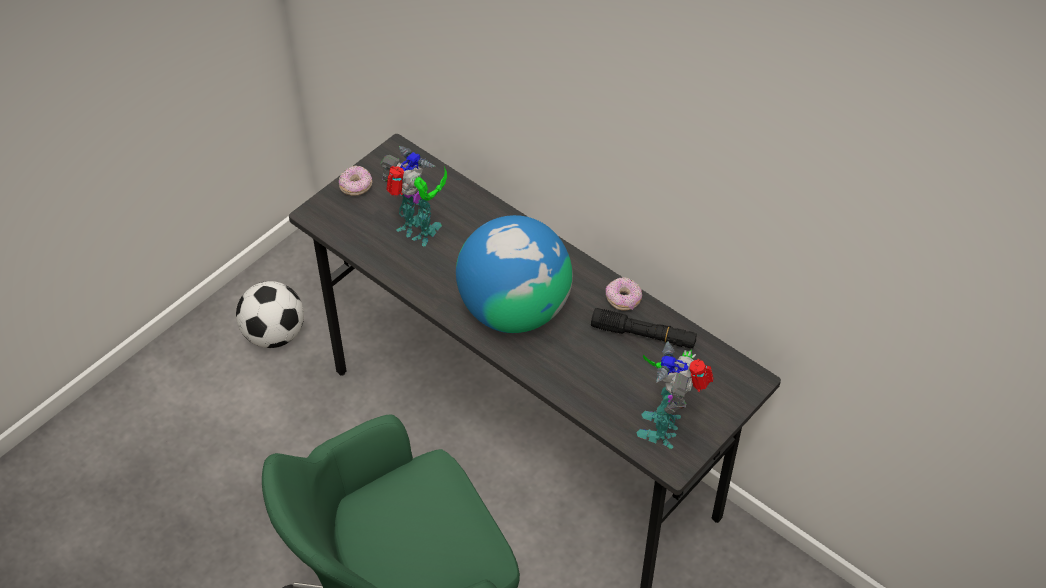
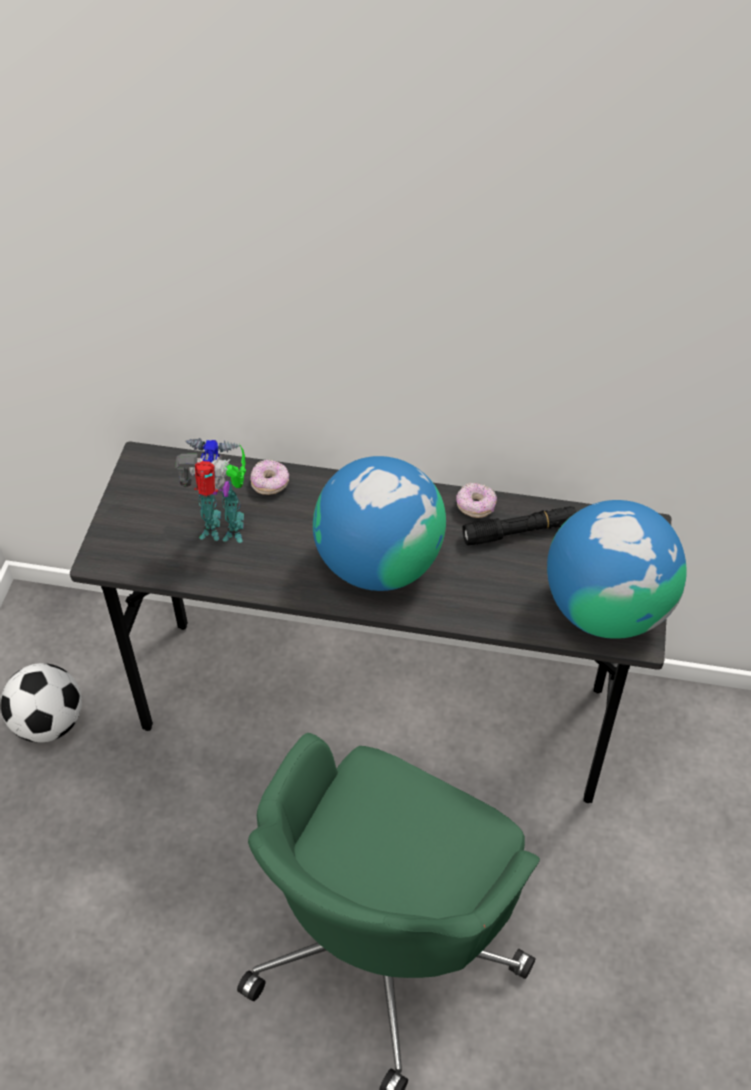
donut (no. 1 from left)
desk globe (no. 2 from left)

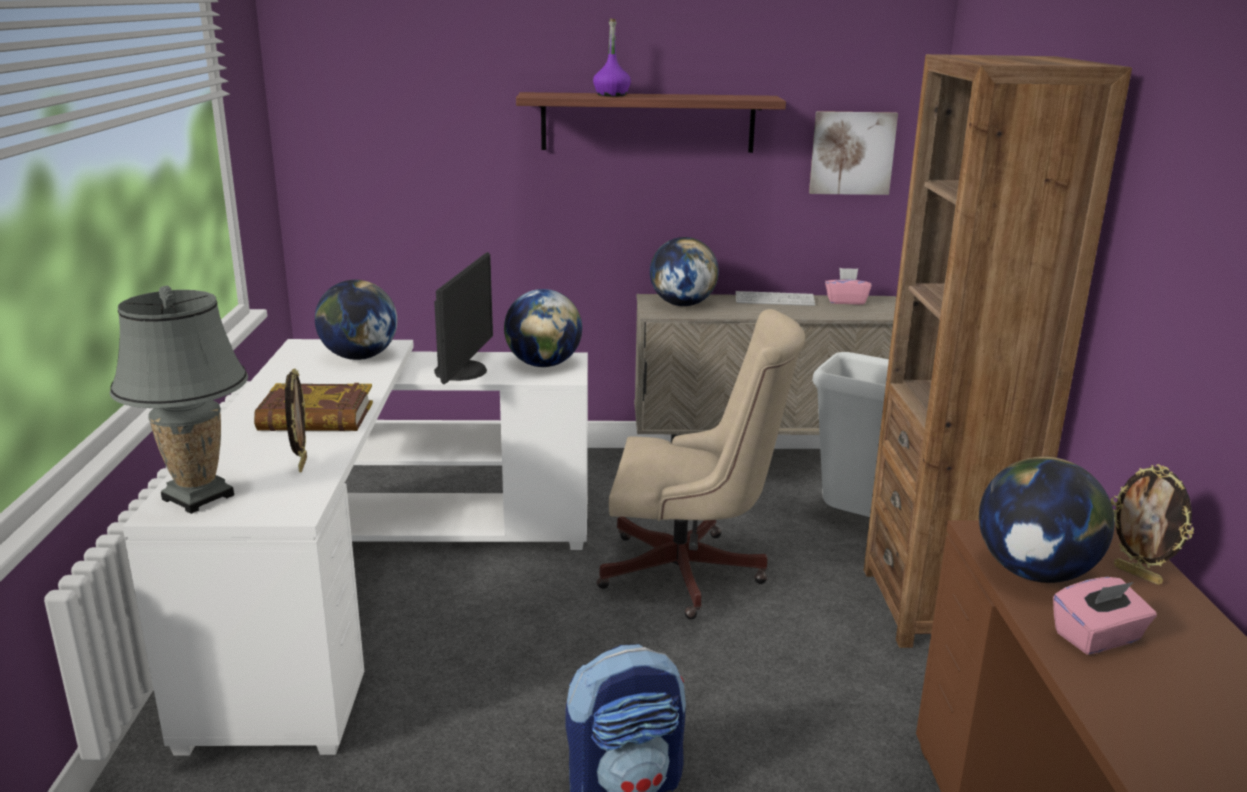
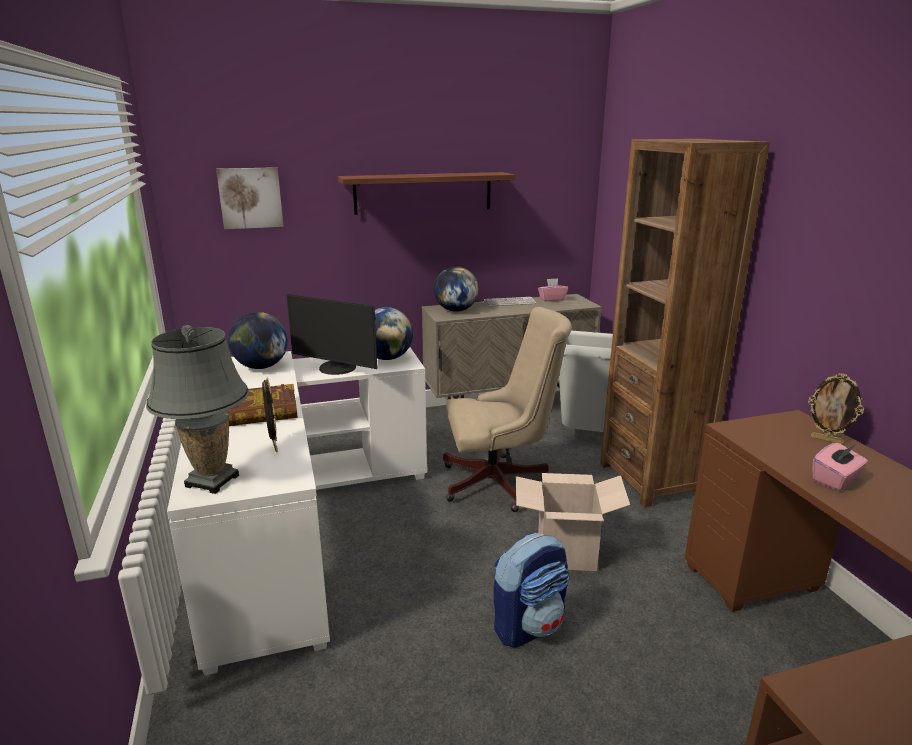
wall art
computer screen
carton
purplish bottle
desk globe (no. 4 from left in the first image)

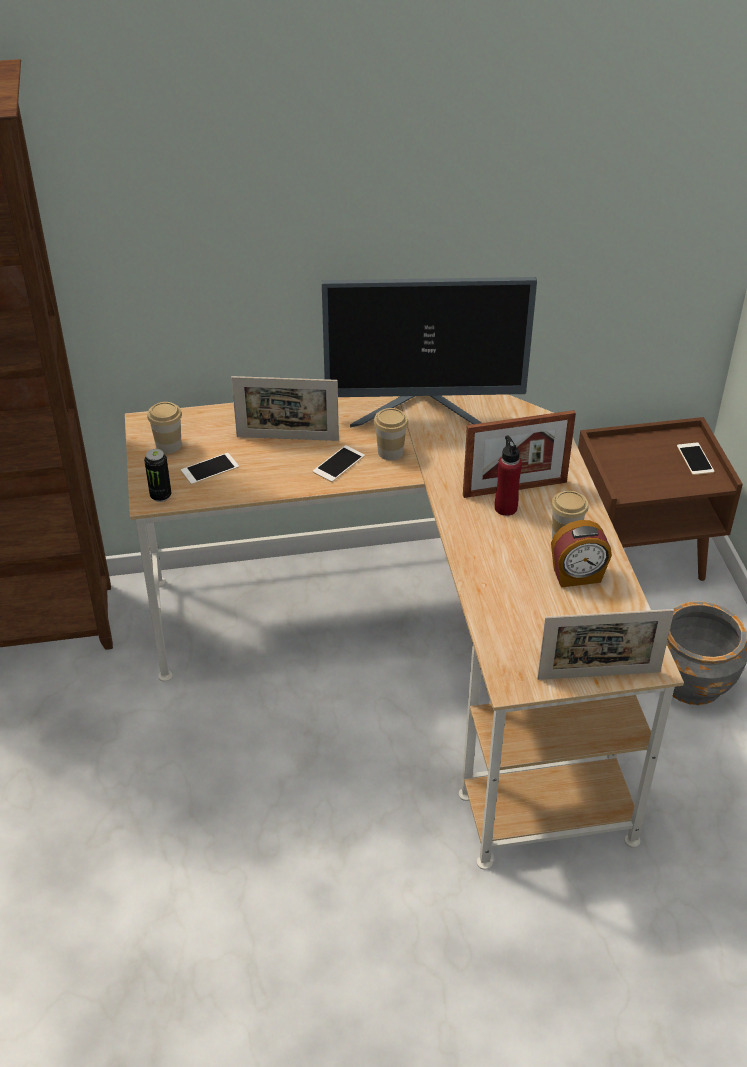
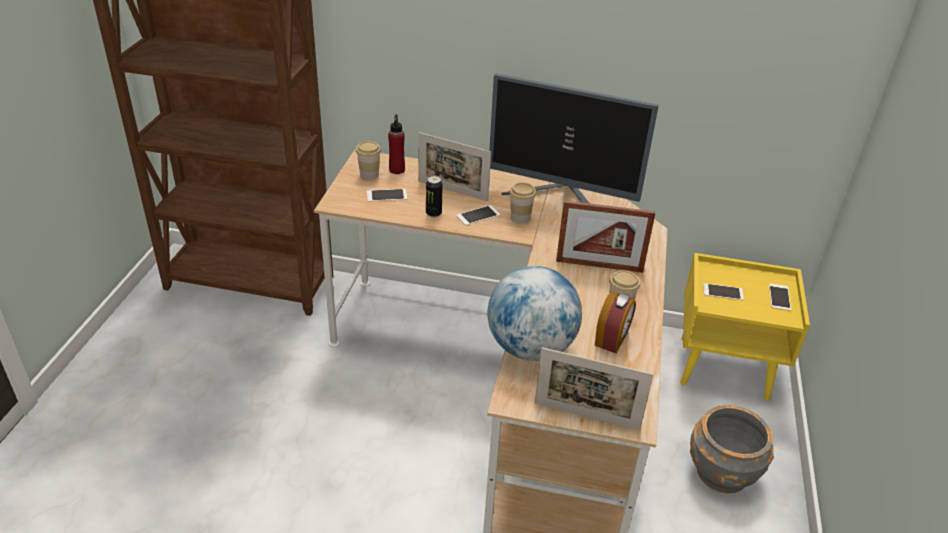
red-coloured bottle
metal can
desk globe
alarm clock
yellow night table
telephone (no. 3 from left)

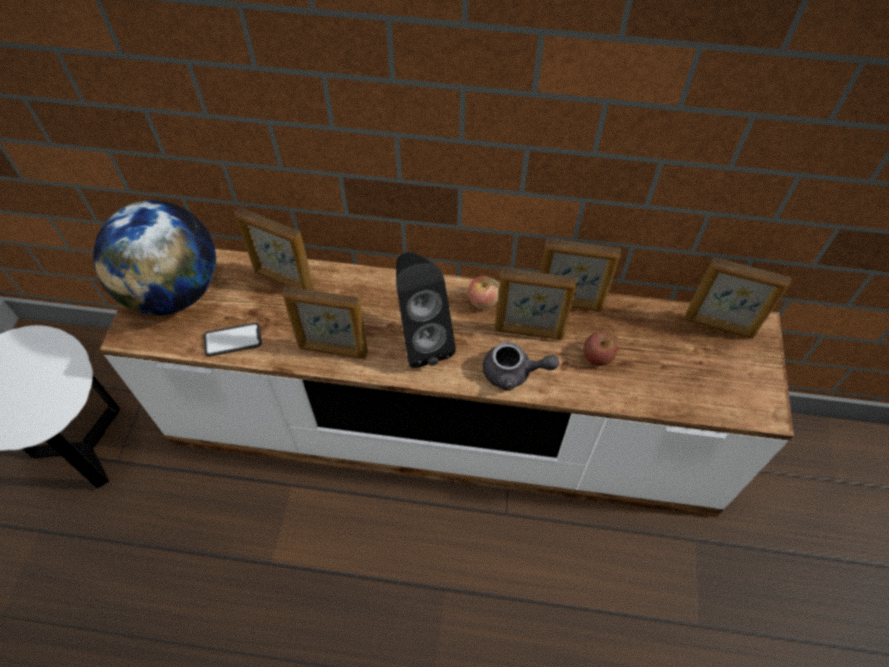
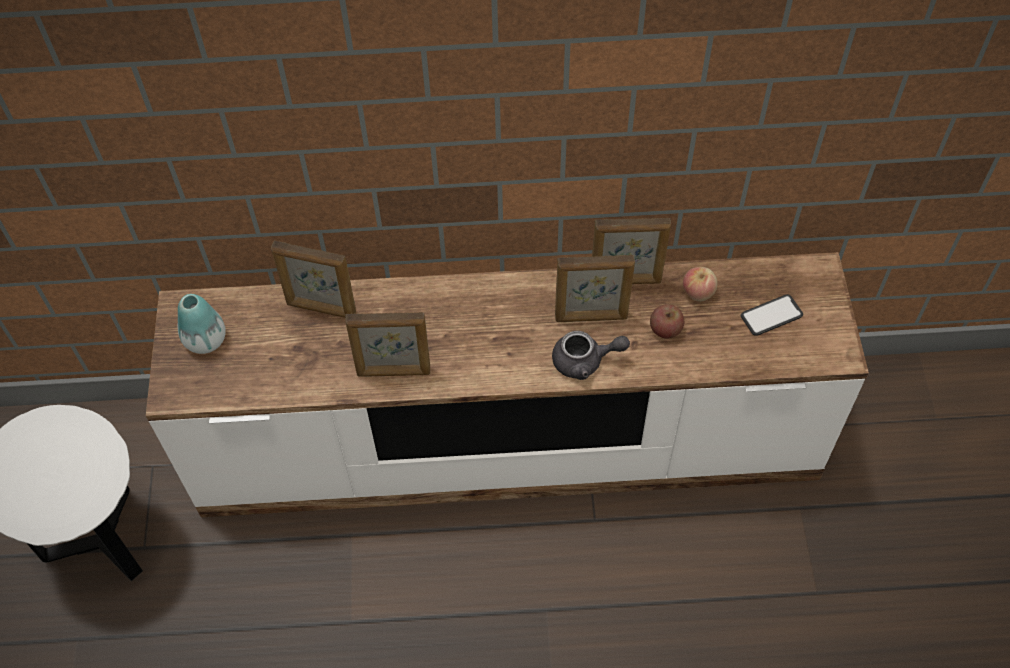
vase
apple (no. 2 from left)
telephone
black-coloured speaker
standing frame (no. 5 from left in the first image)

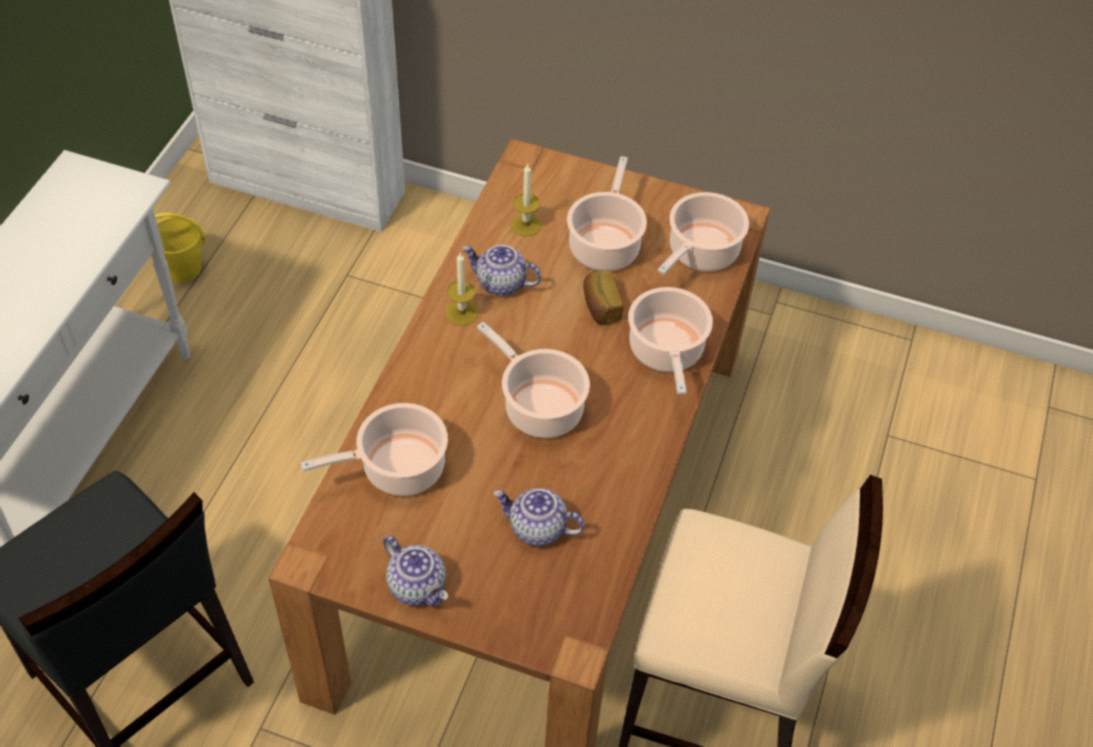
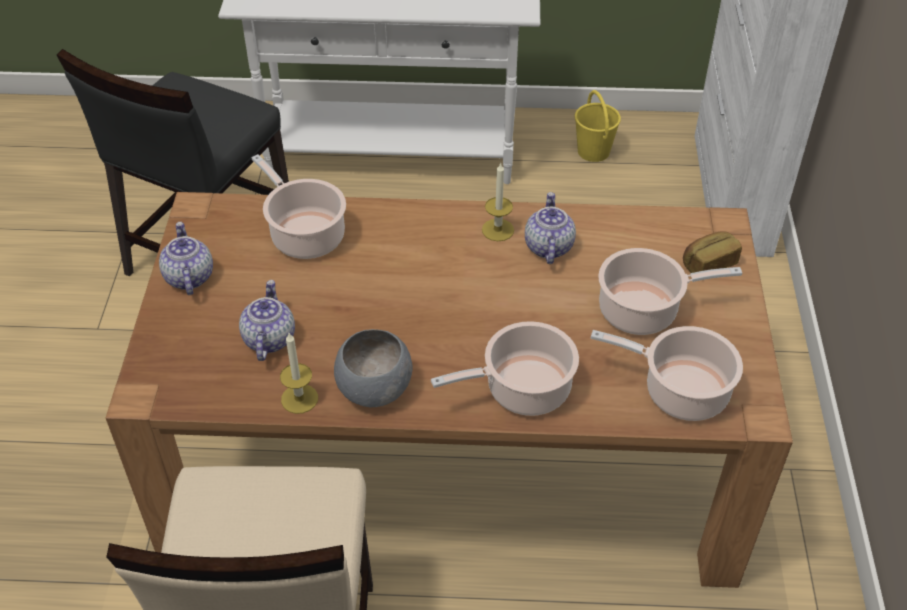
tea pot (no. 1 from left)
wax light (no. 1 from left)
gray bowl
bread
cooking pot (no. 2 from left in the first image)

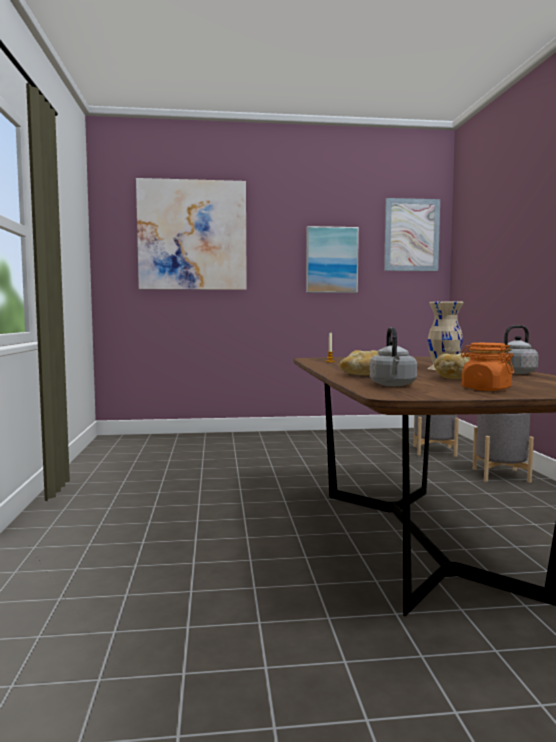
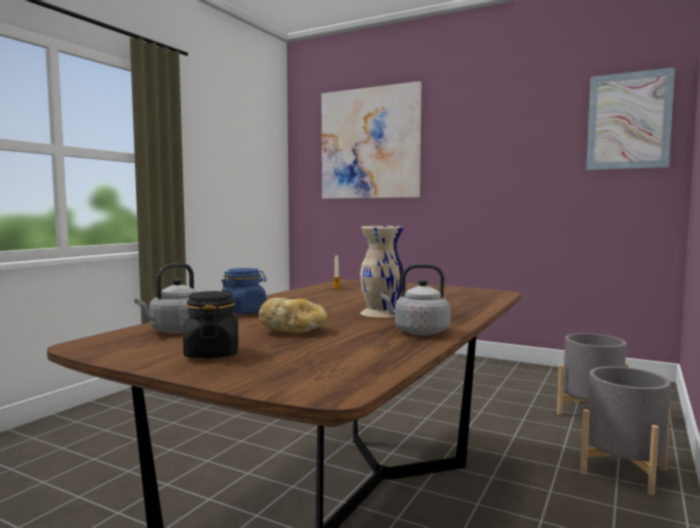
black-coloured preserve jar
blue preserve jar
wall art (no. 2 from left in the first image)

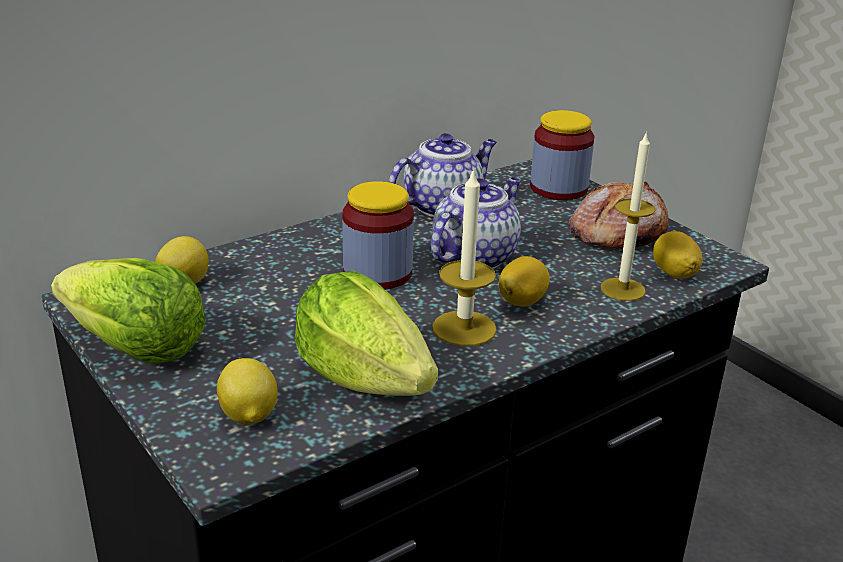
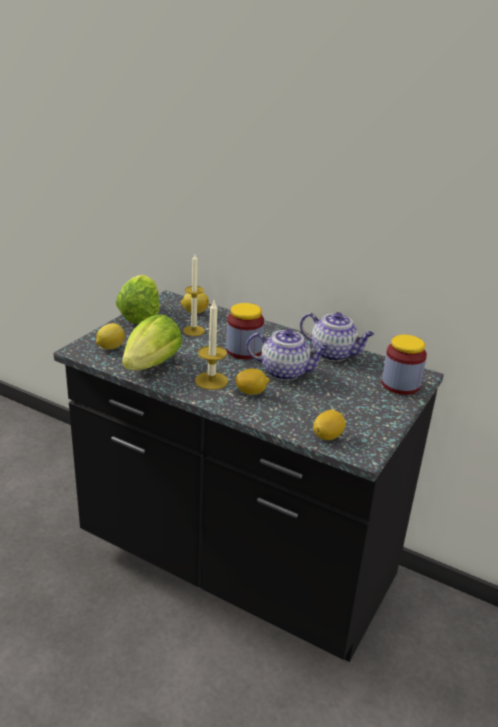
wax light (no. 1 from left)
bread

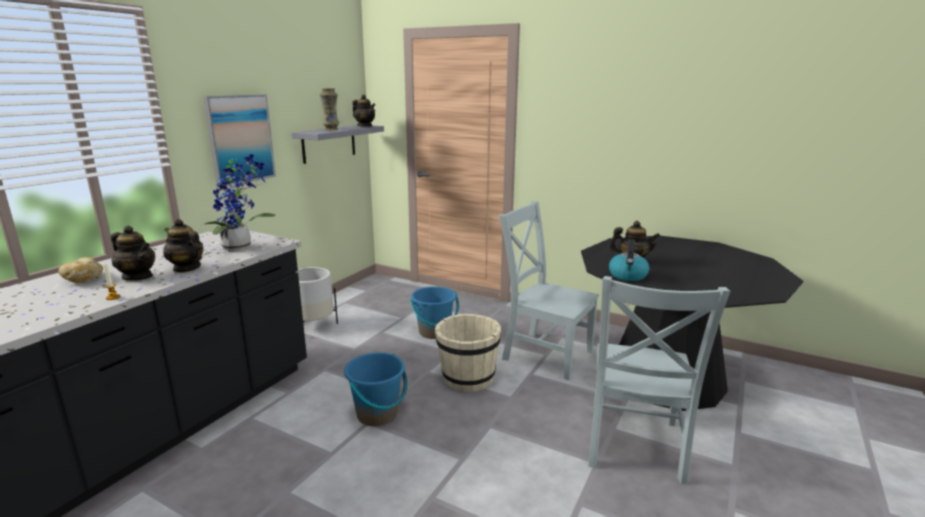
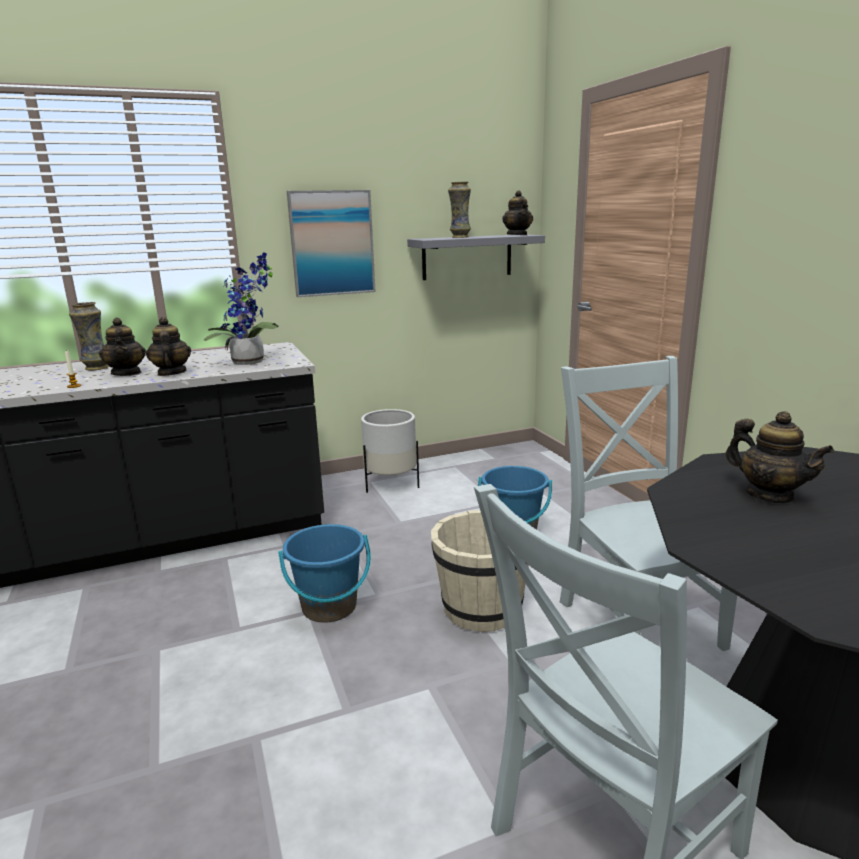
vase (no. 1 from left)
tea kettle

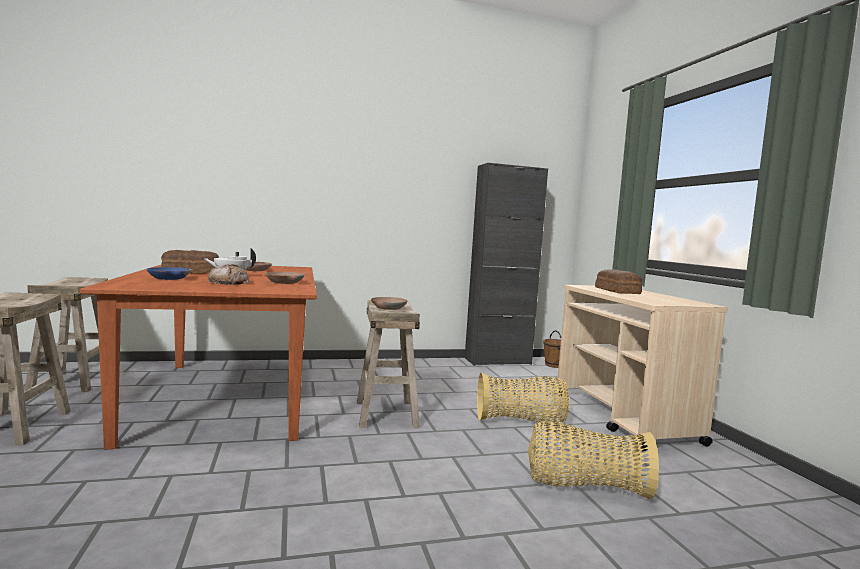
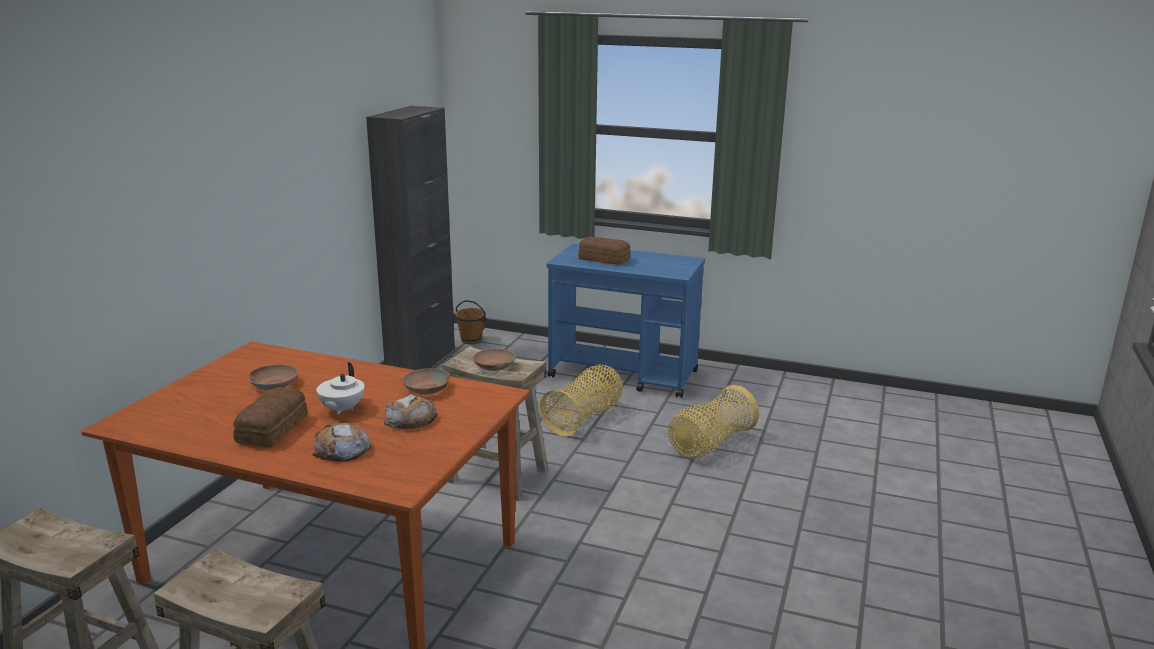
bread (no. 2 from left)
blue trolley

